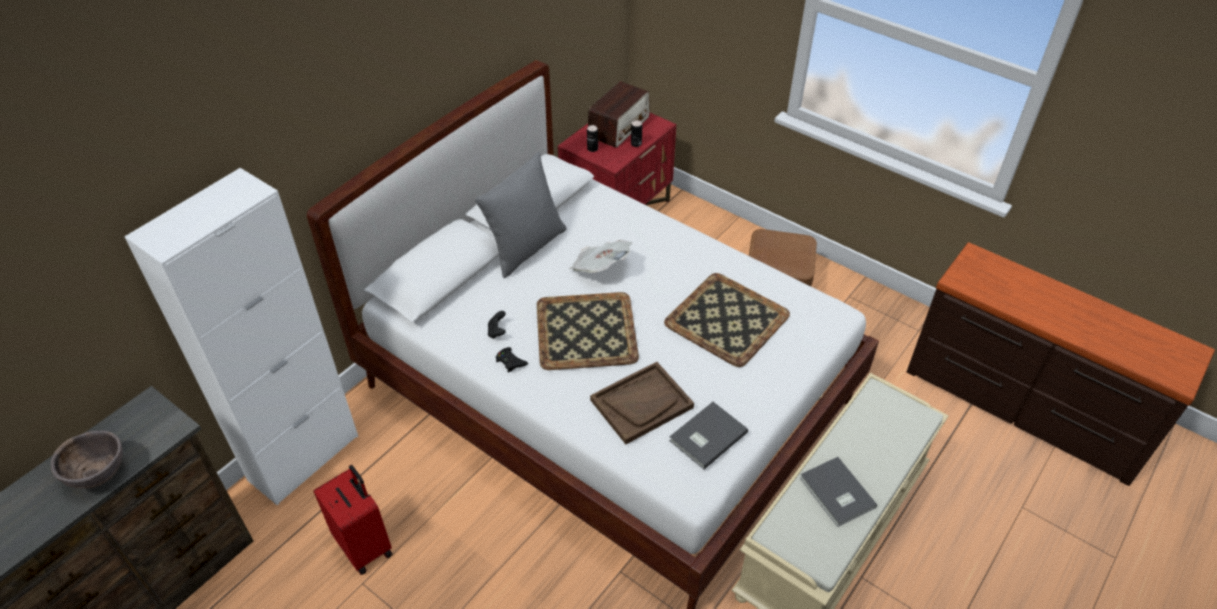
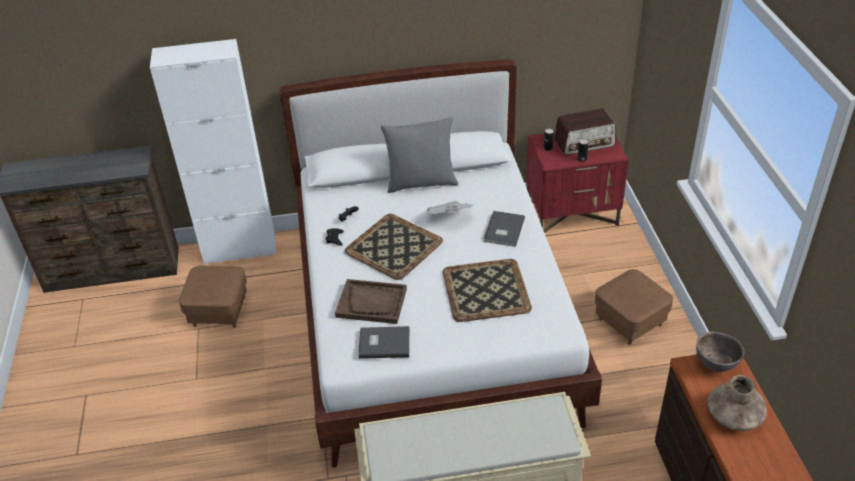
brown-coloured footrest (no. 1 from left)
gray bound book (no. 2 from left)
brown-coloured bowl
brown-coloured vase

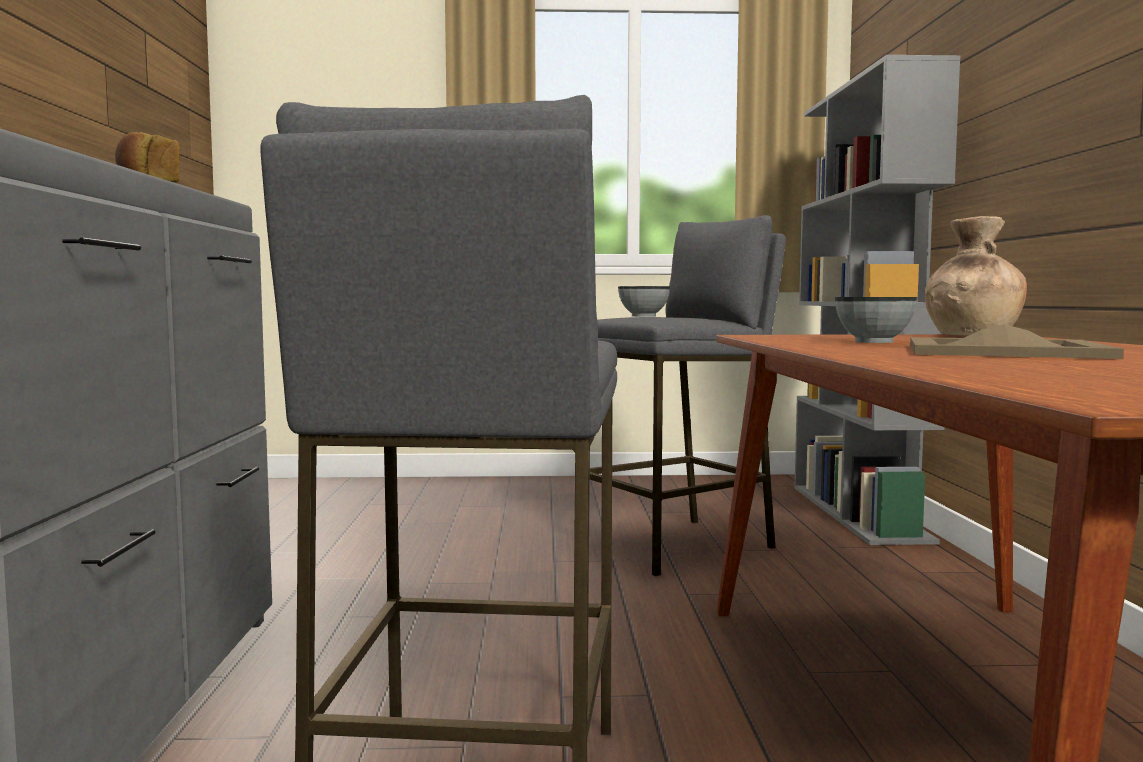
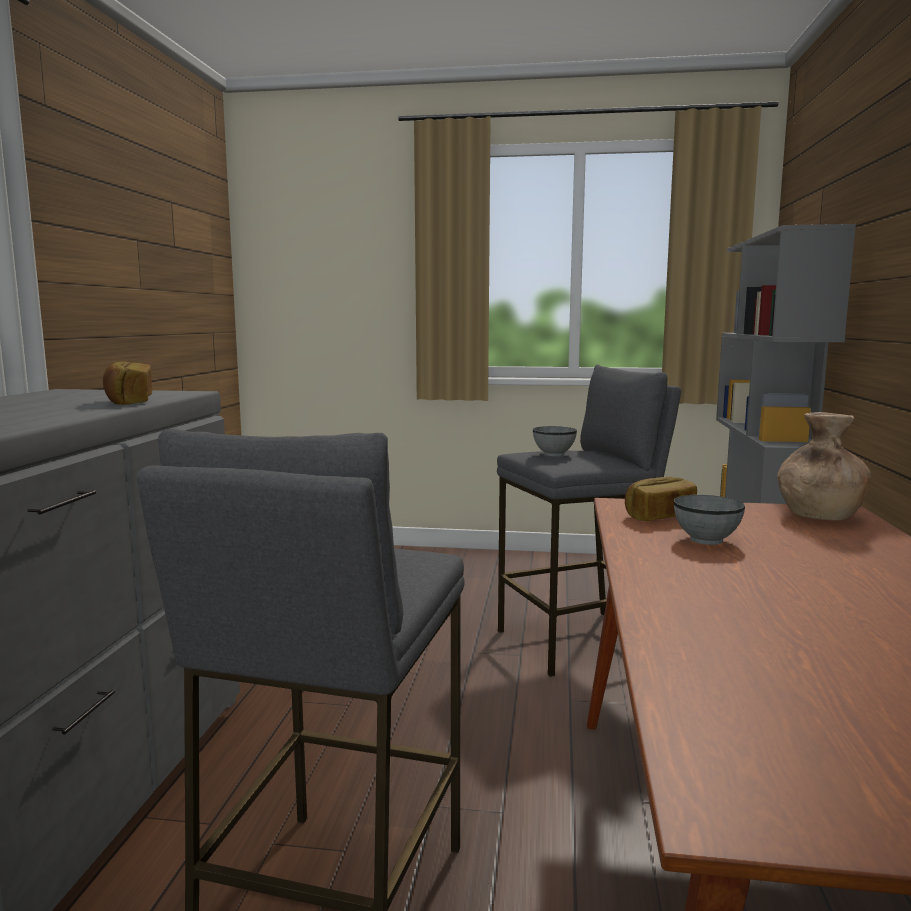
bread (no. 2 from left)
sand-coloured serving tray

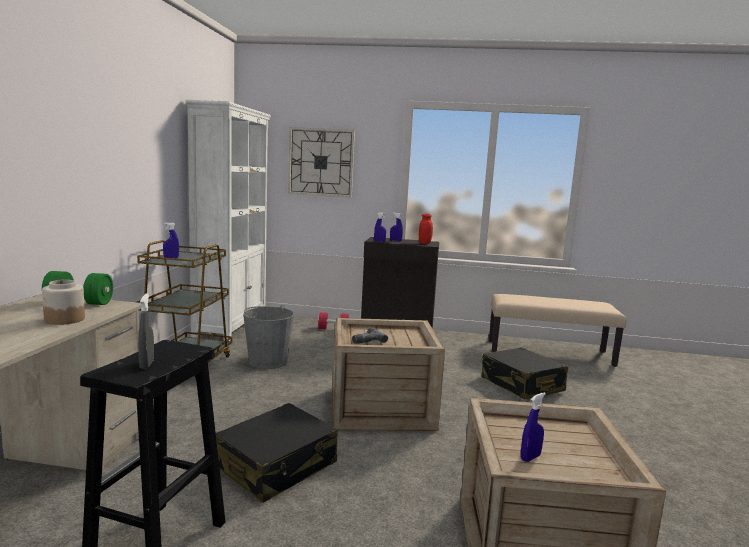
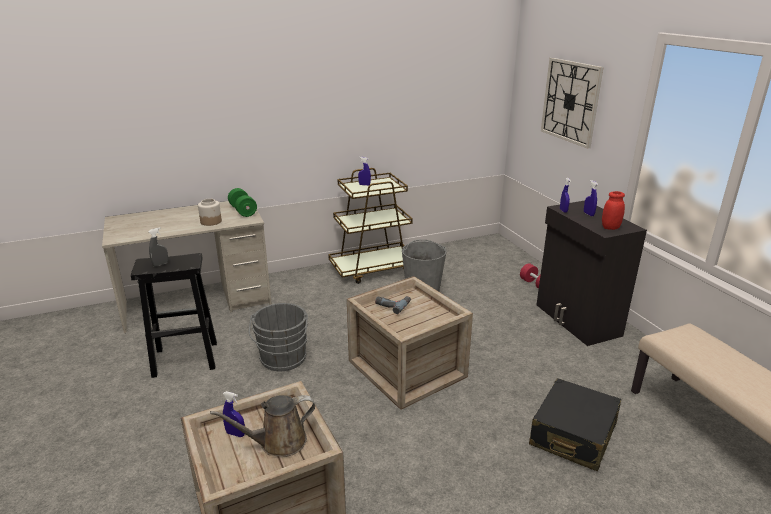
brown-coloured watering pot
gray pail (no. 1 from left)
whitish shelving unit

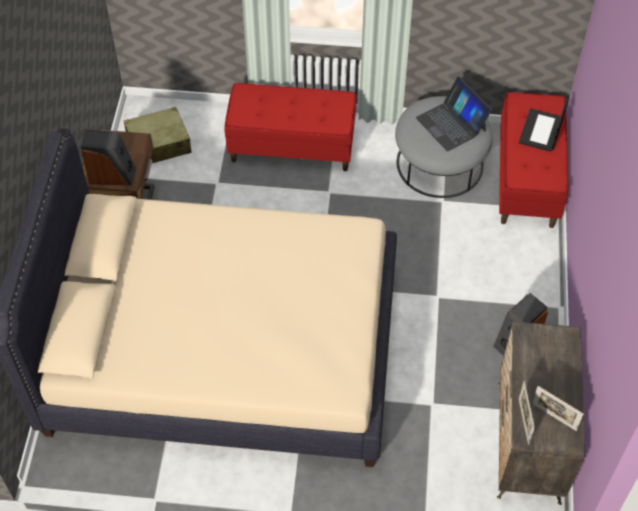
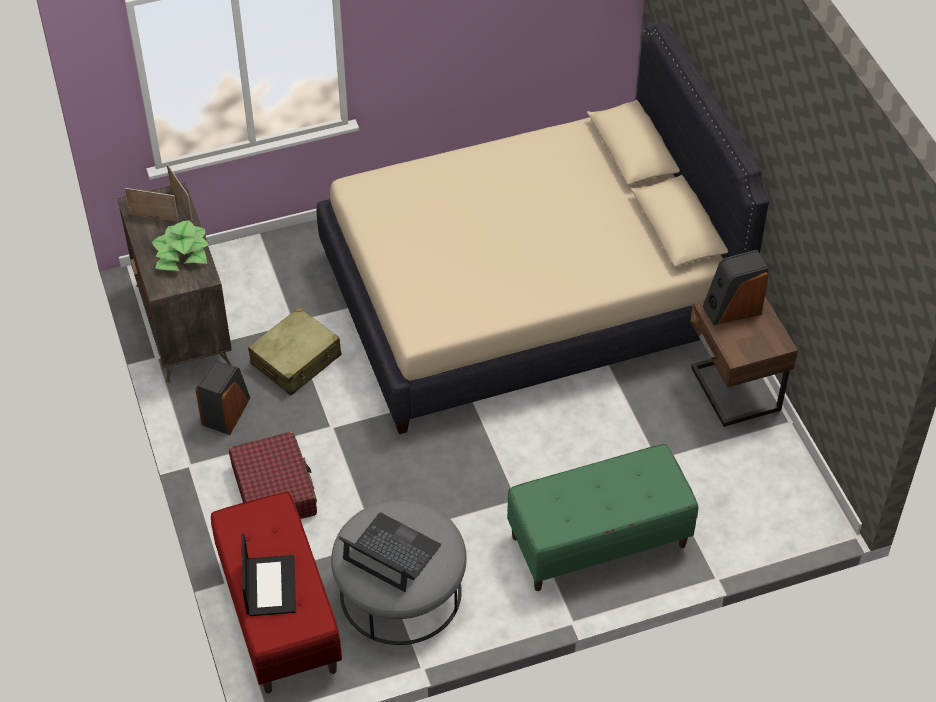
plant in a pot
red-coloured suitcase
sand-coloured suitcase
green indoor bench

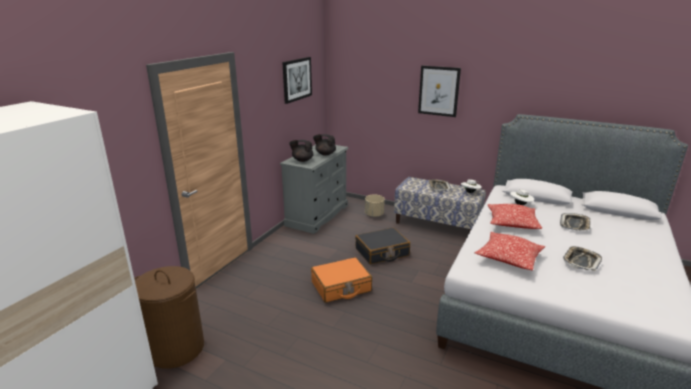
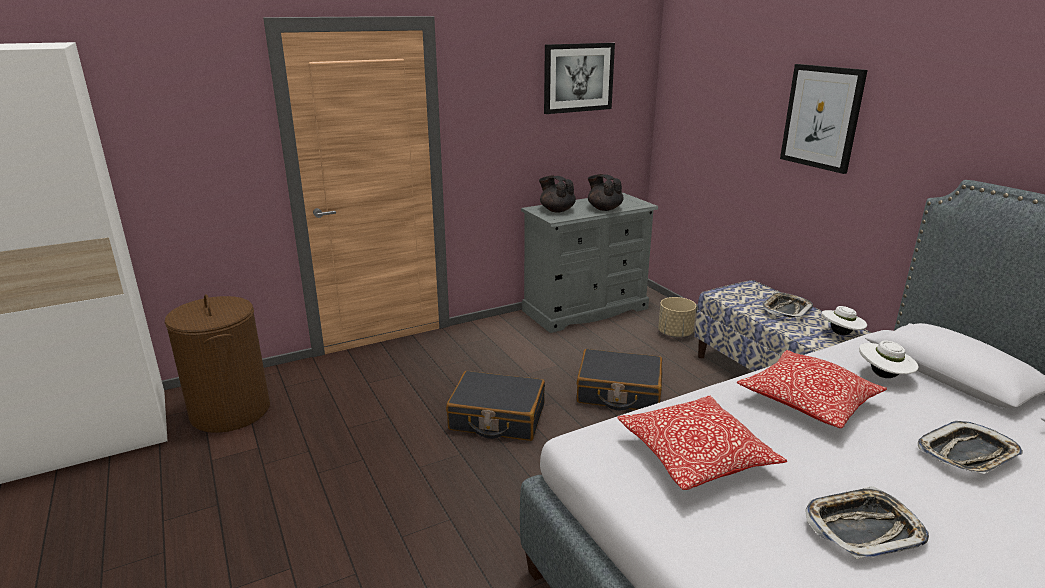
black-coloured suitcase (no. 1 from left)

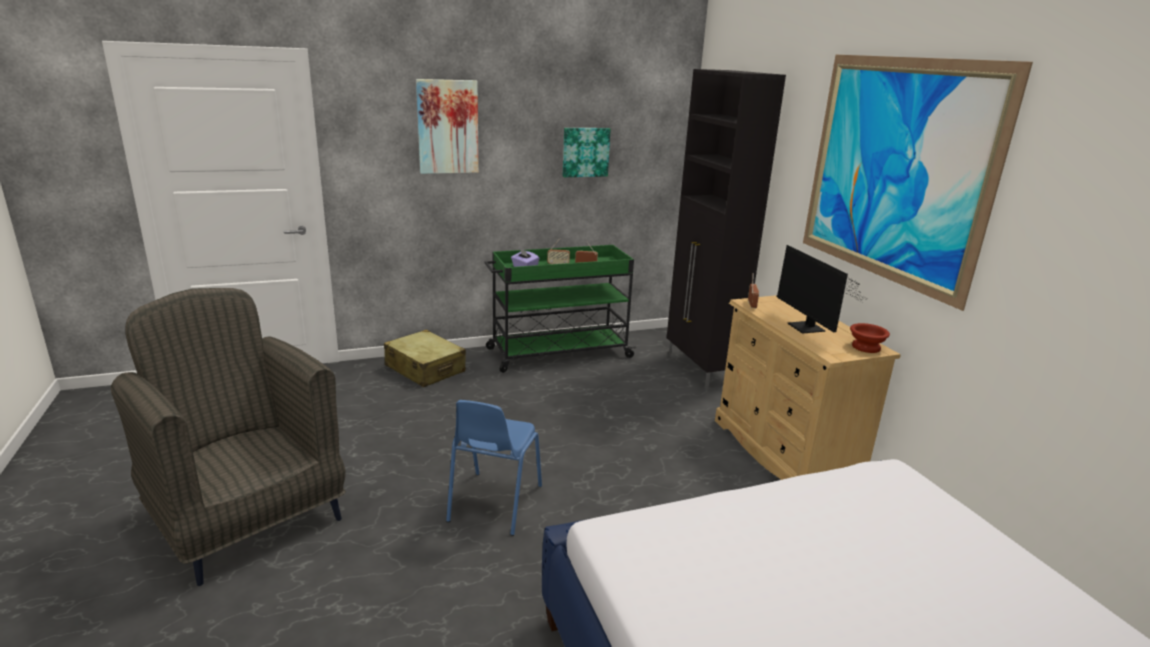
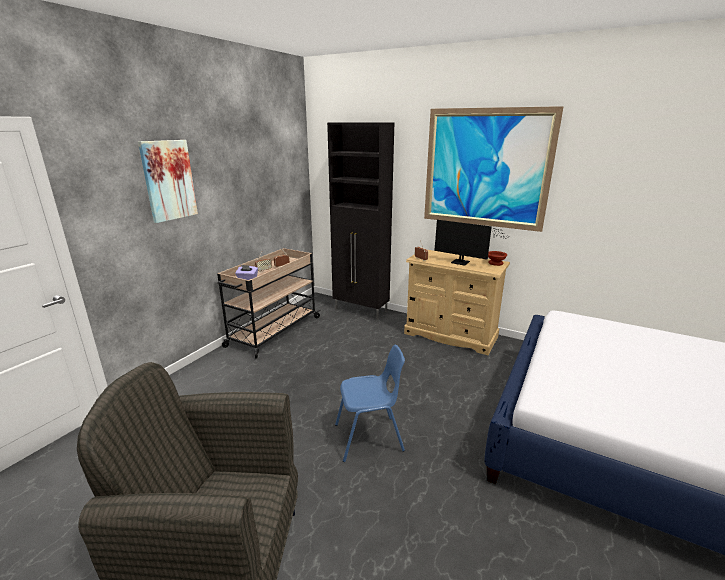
sand-coloured trolley
blue plain chair
sand-coloured suitcase
wall art (no. 2 from left in the first image)

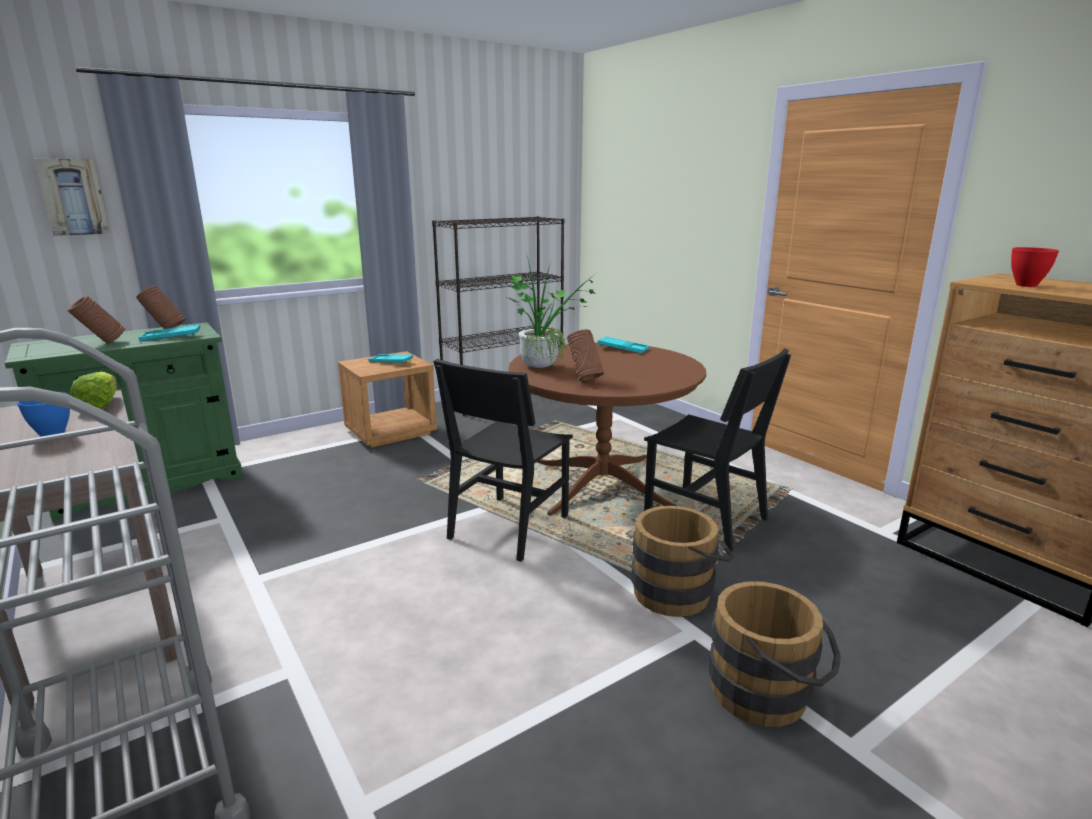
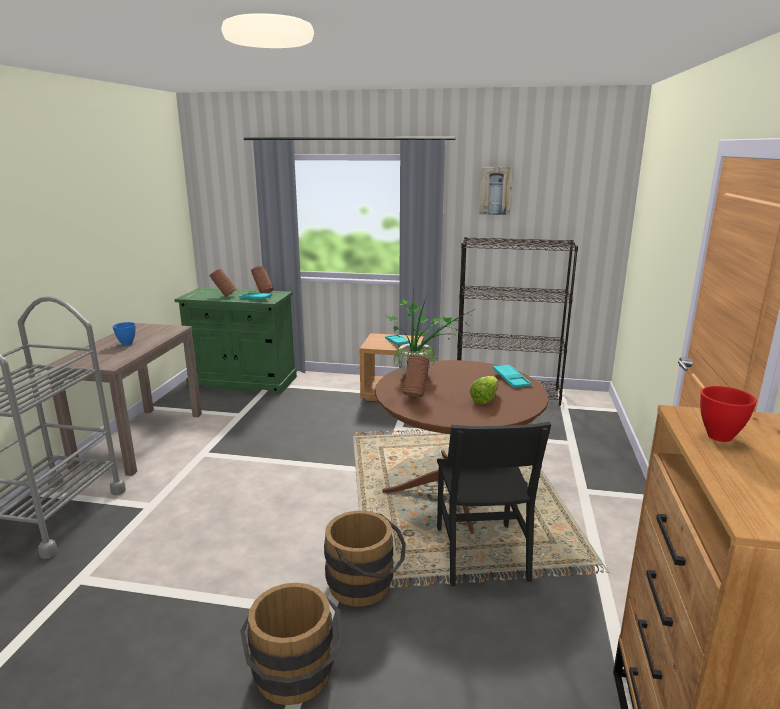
lettuce head
wall art
black-coloured plain chair (no. 1 from left in the first image)

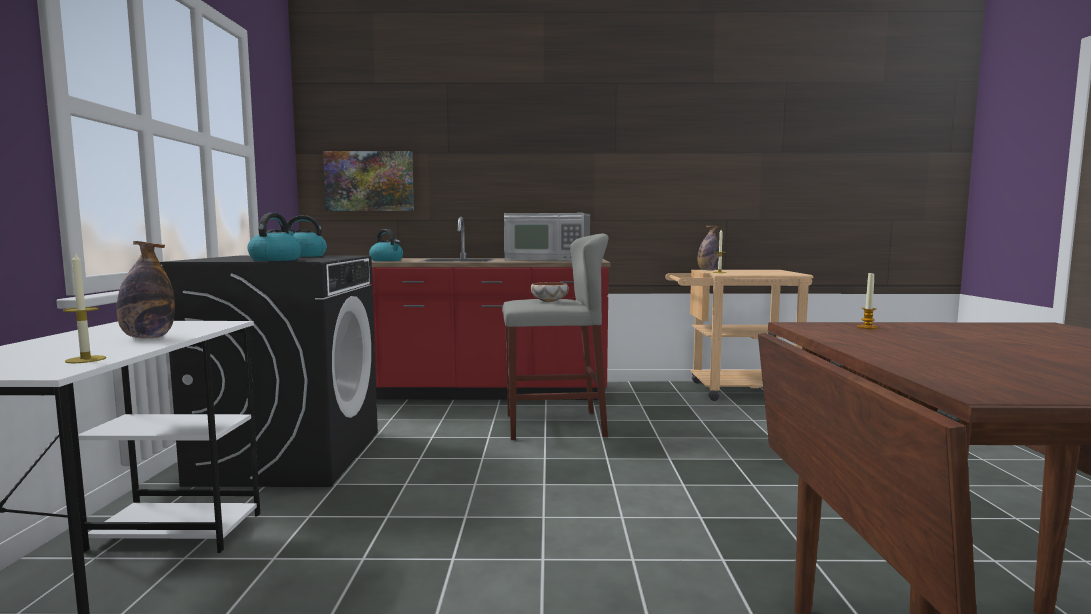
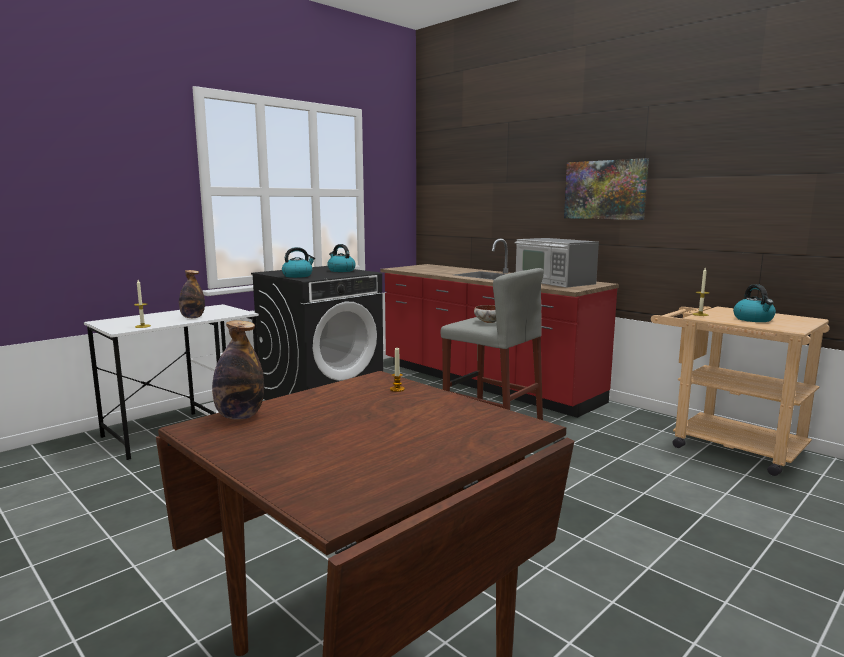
bottle (no. 2 from left)
wall art
tea kettle (no. 3 from left)

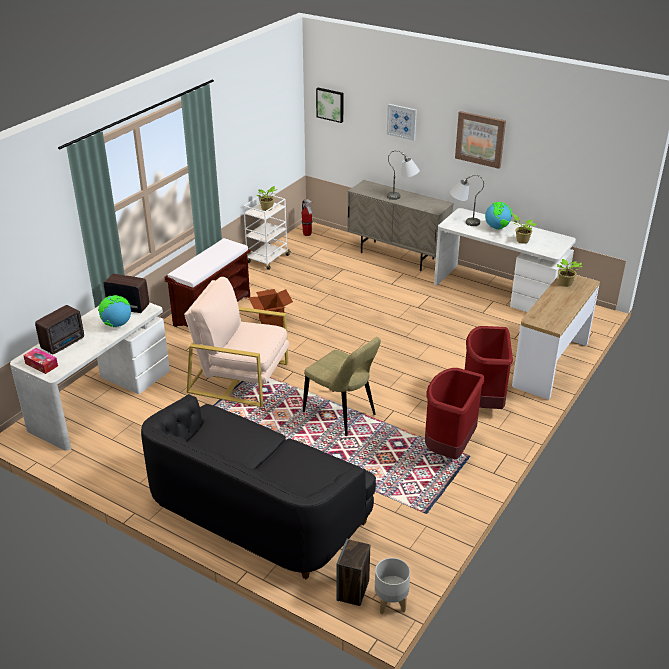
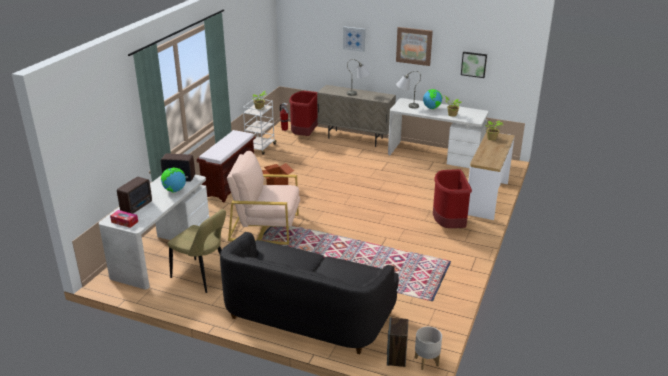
sand-coloured plain chair
red-coloured rubbish bin (no. 1 from left)
wall art (no. 3 from left)

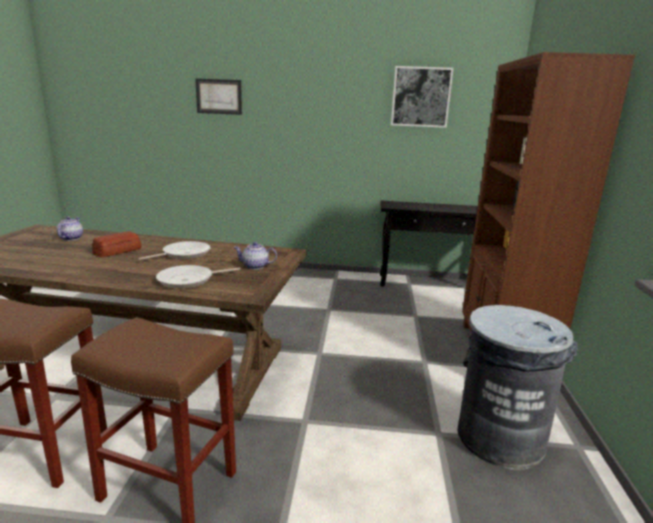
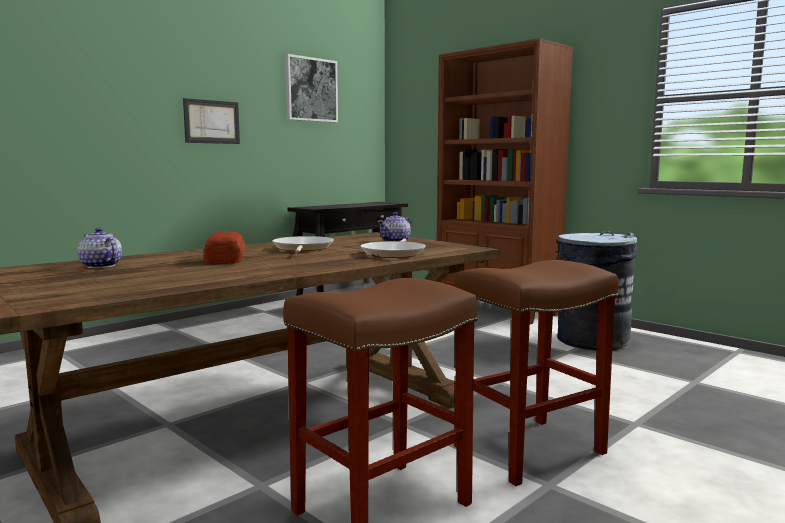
wall art (no. 1 from left)

